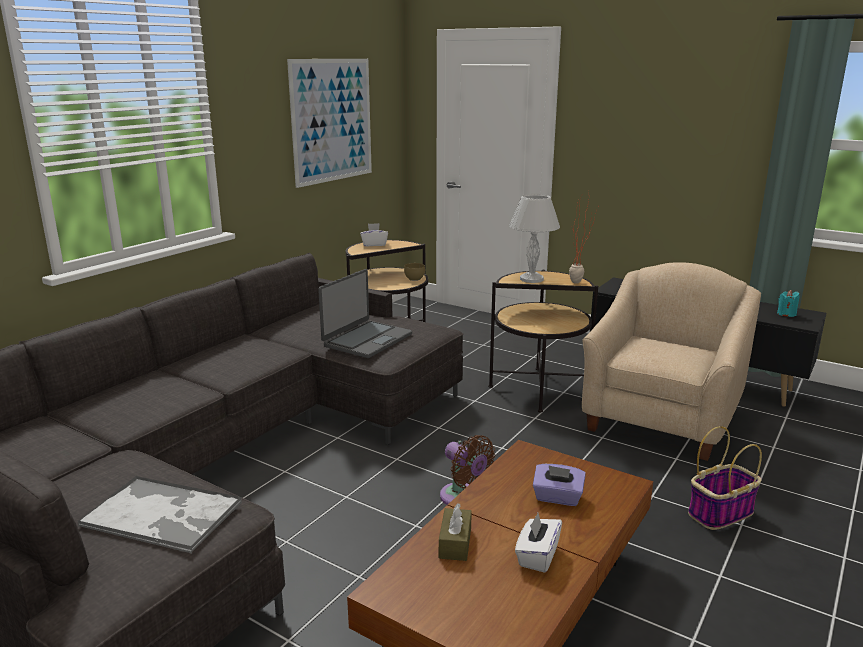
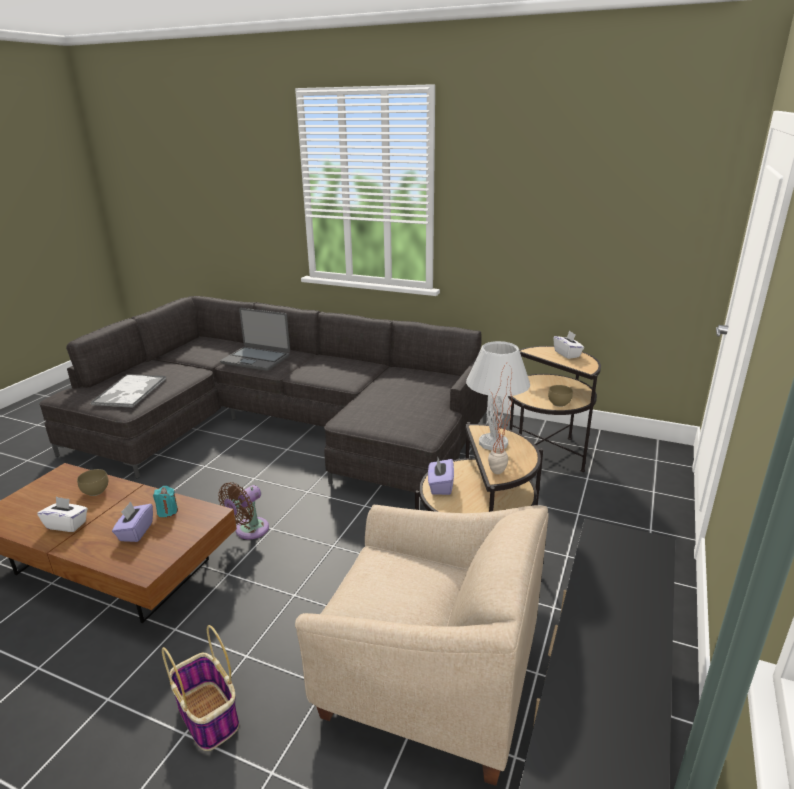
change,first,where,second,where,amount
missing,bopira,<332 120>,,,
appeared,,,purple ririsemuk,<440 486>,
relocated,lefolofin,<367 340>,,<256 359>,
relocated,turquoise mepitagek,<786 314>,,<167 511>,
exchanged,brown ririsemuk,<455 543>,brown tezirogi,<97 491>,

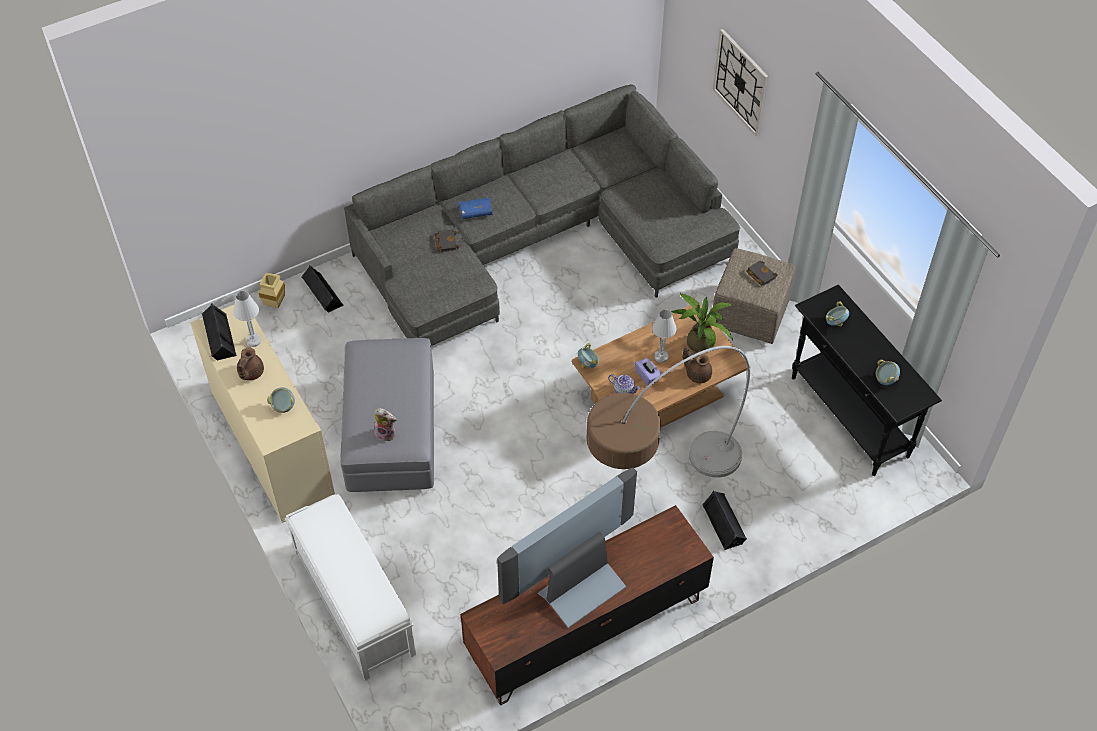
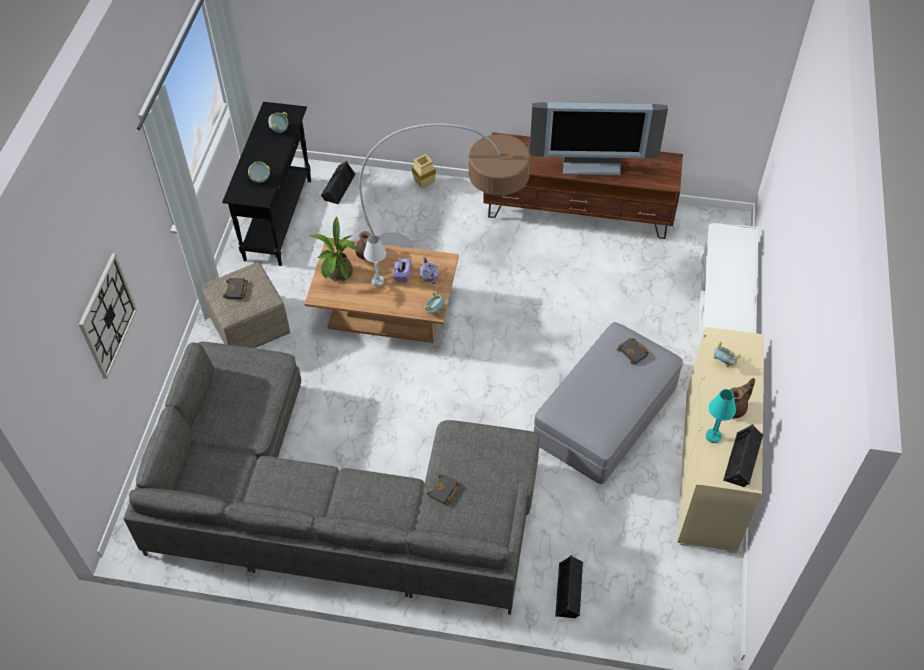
change,first,where,second,where,amount
missing,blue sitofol,<475 212>,,,
relocated,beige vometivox,<275 303>,,<423 185>,
relocated,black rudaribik,<724 523>,,<338 186>,
exchanged,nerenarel,<386 433>,black sitofol,<633 352>,
colour,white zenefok,<254 341>,turquoise zenefok,<713 436>,

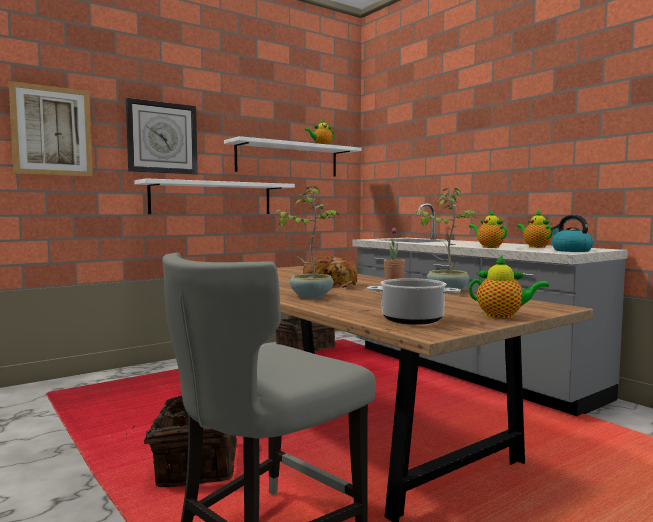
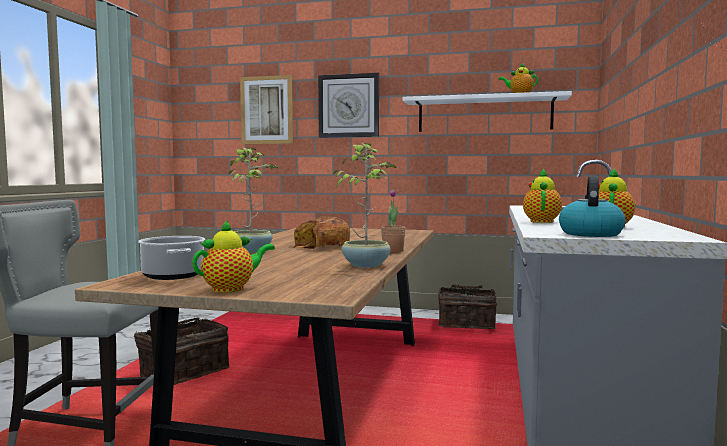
change,first,where,second,where,amount
missing,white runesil,<212 198>,,,
spun,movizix,<503 316>,,<232 289>,105 degrees counterclockwise

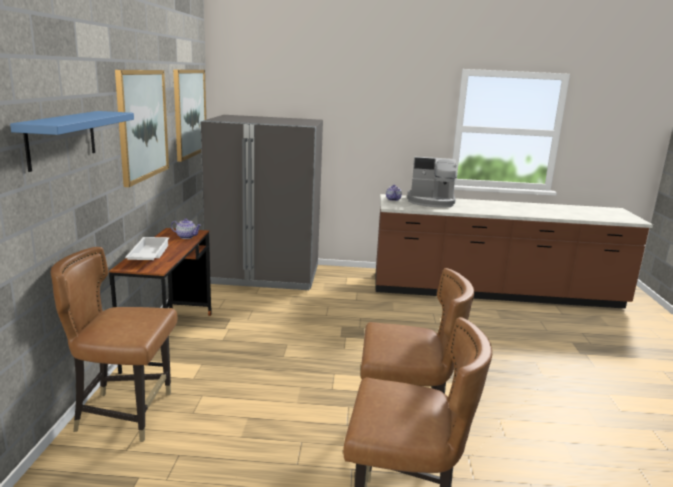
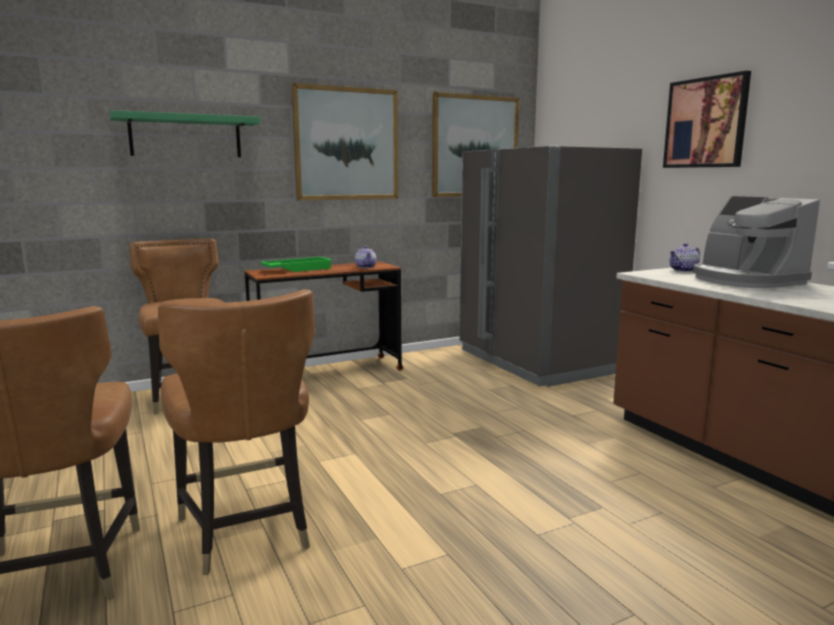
change,first,where,second,where,amount
appeared,,,bopira,<705 123>,
colour,blue runesil,<62 139>,green runesil,<186 136>,
colour,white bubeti,<148 255>,green bubeti,<297 269>,

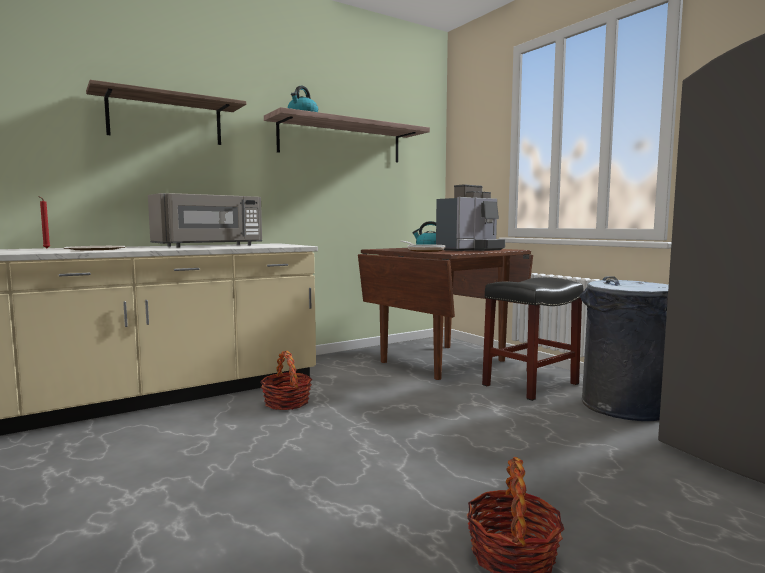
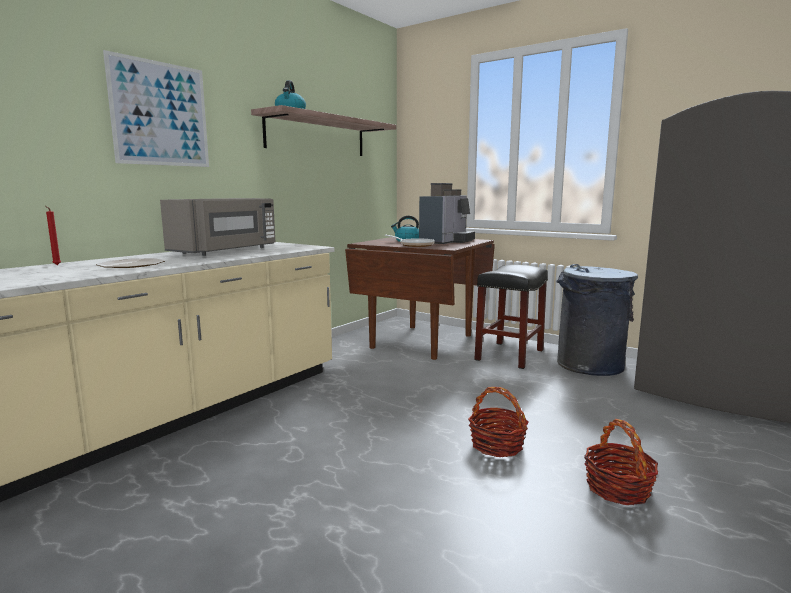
change,first,where,second,where,amount
relocated,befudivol,<287 403>,,<497 445>,
exchanged,runesil,<166 120>,bopira,<160 114>,

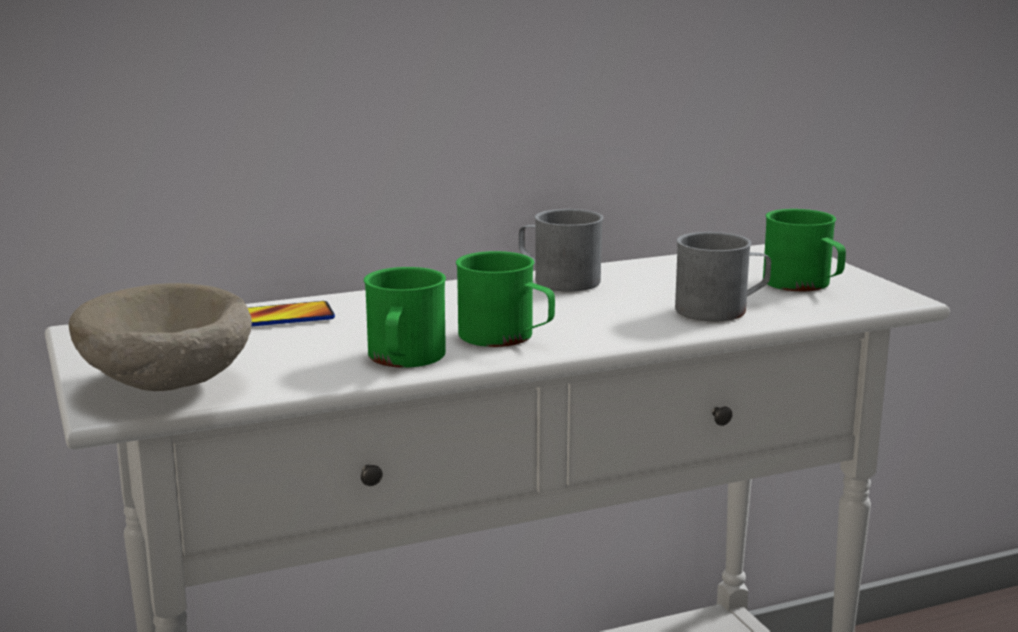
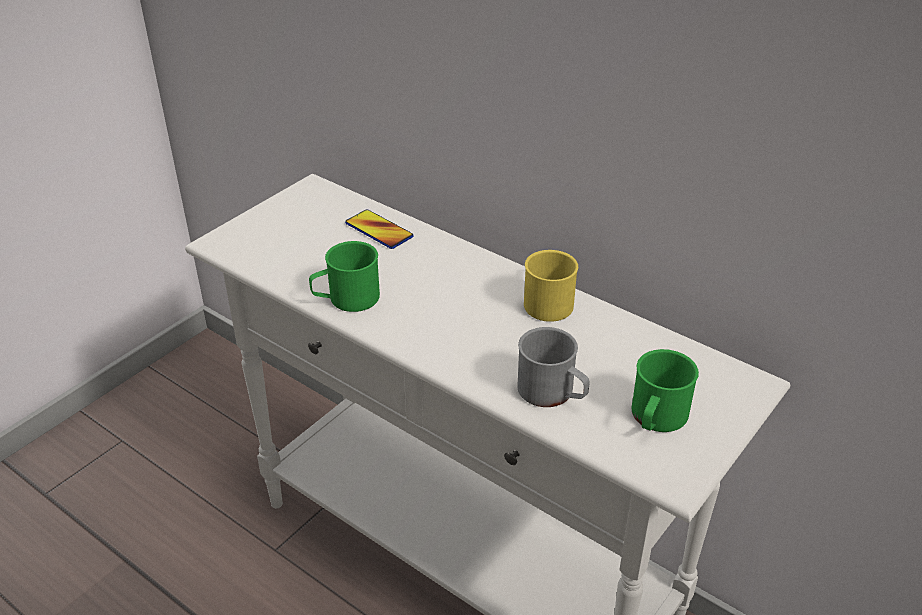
change,first,where,second,where,amount
missing,beige tezirogi,<165 387>,,,
missing,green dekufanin,<506 337>,,,
colour,grey dekufanin,<558 280>,yellow dekufanin,<549 301>,

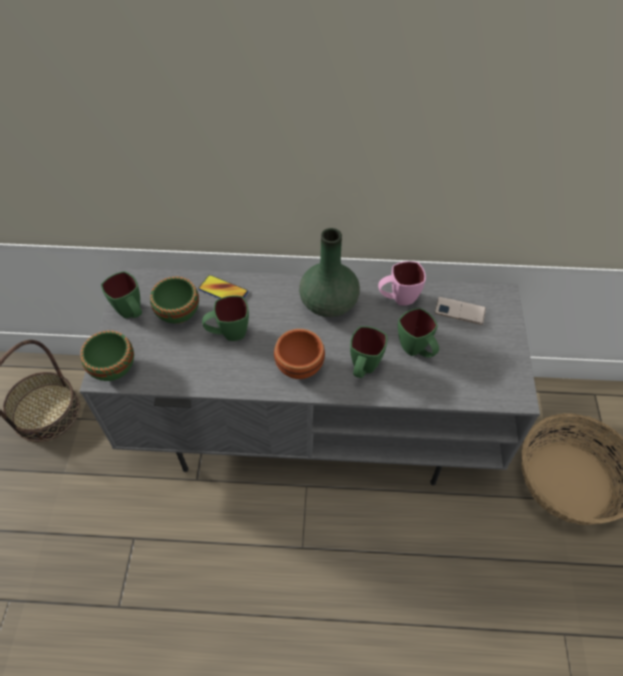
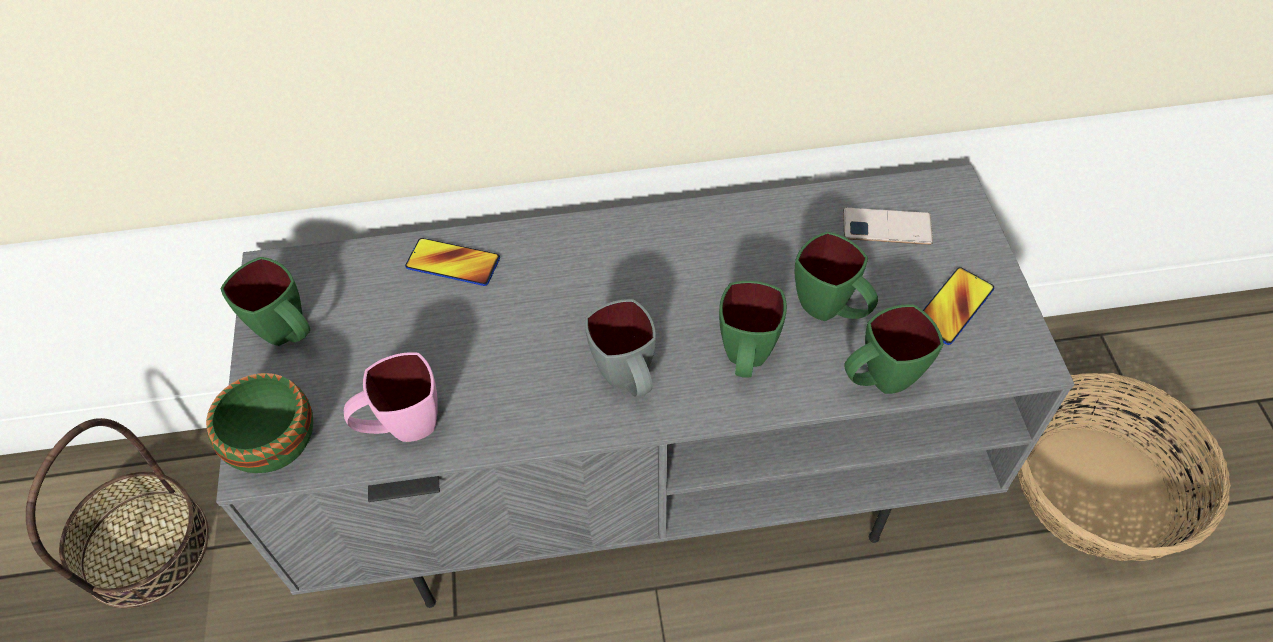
change,first,where,second,where,amount
missing,green tezirogi,<178 315>,,,
missing,green vometivox,<329 303>,,,
appeared,,,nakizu,<953 307>,
relocated,green dekufanin,<228 334>,,<879 381>,
relocated,pink dekufanin,<397 299>,,<402 428>,
exchanged,brown tezirogi,<298 368>,grey dekufanin,<627 381>,

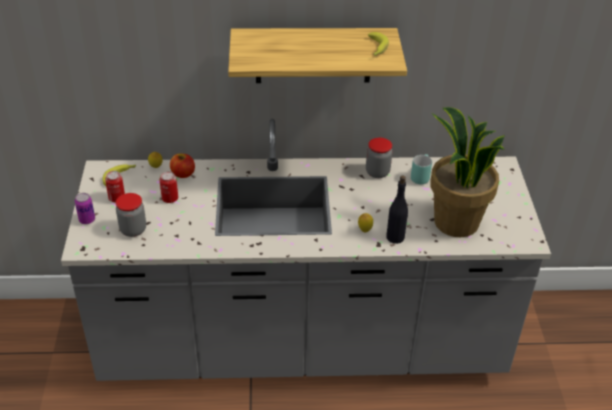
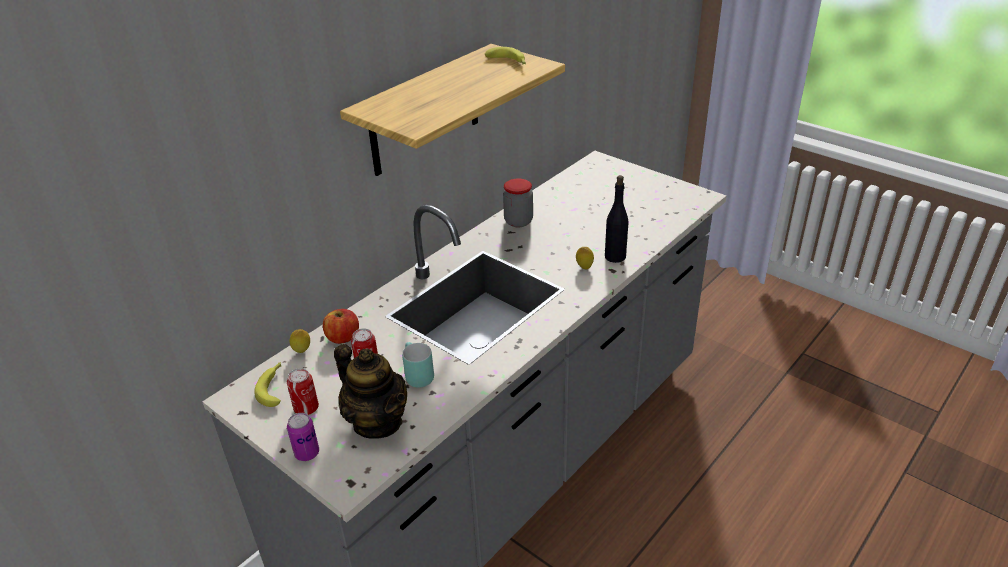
change,first,where,second,where,amount
missing,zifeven,<455 222>,,,
relocated,turquoise dekufanin,<419 176>,,<415 375>,
exchanged,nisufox,<133 230>,movizix,<377 422>,

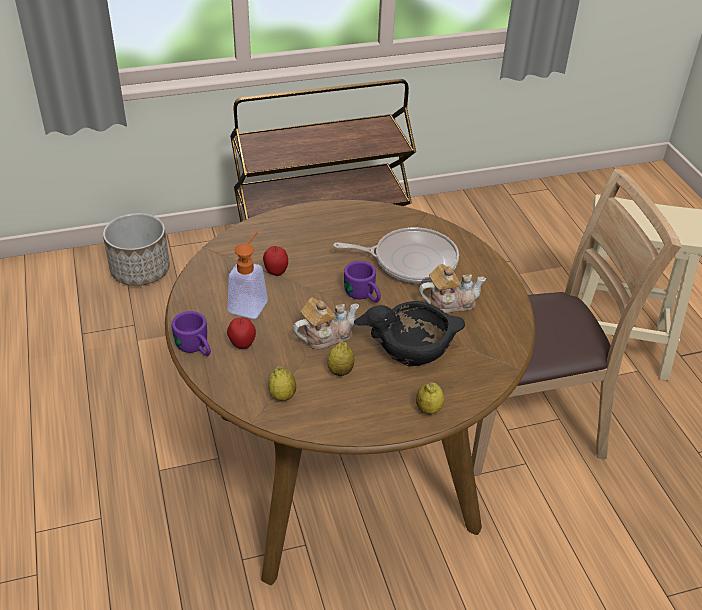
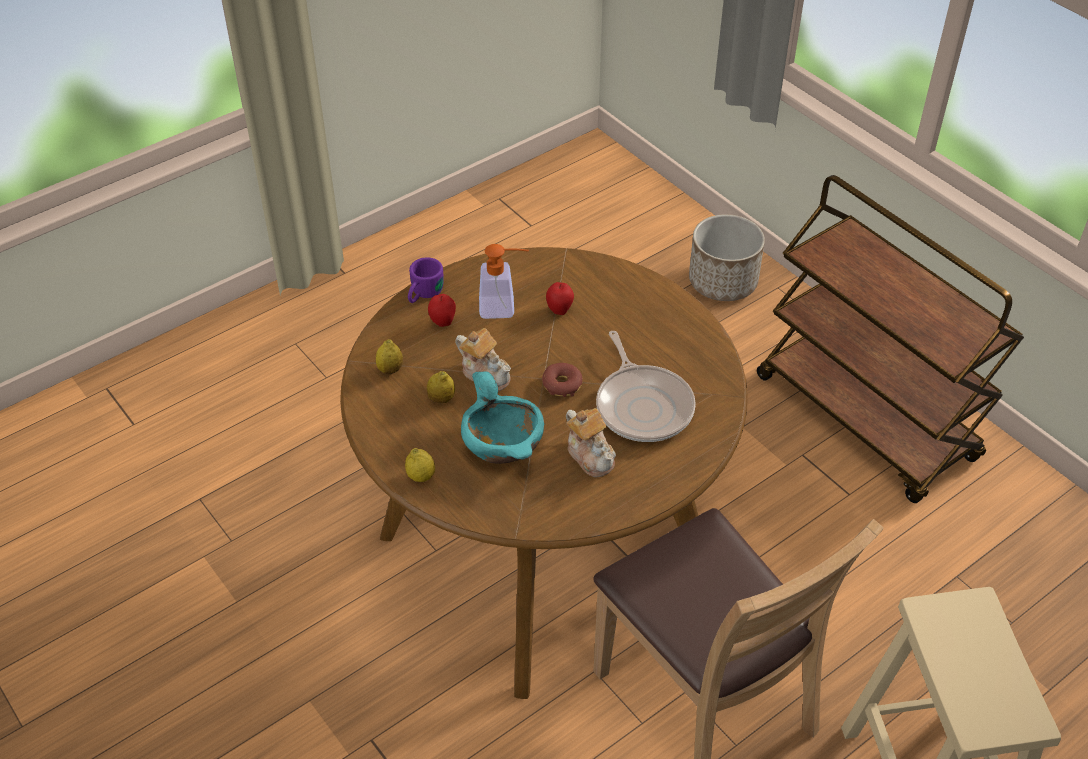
change,first,where,second,where,amount
exchanged,purple dekufanin,<364 296>,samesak,<562 384>,
colour,black tezirogi,<413 348>,turquoise tezirogi,<503 443>,

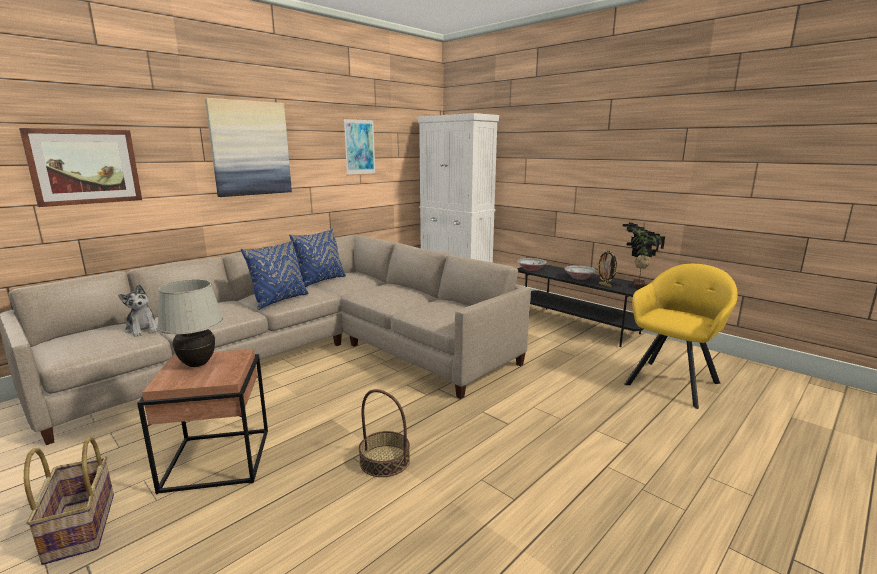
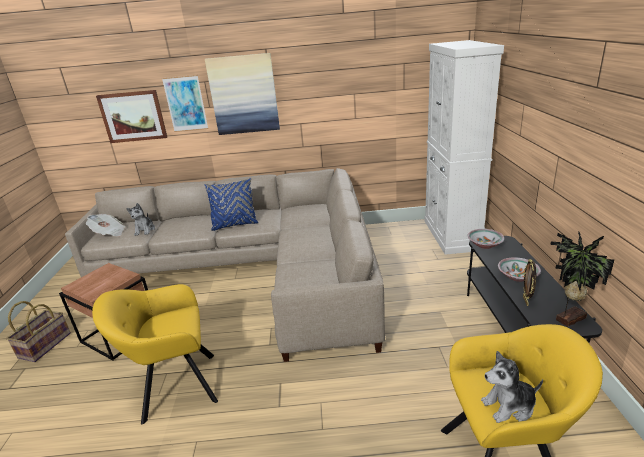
change,first,where,second,where,amount
missing,white zenefok,<197 364>,,,
missing,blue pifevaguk,<321 281>,,,
appeared,,,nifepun,<109 233>,
appeared,,,nerenarel,<509 406>,
relocated,bopira,<359 147>,,<185 104>,
exchanged,befudivol,<384 461>,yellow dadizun,<175 387>,

